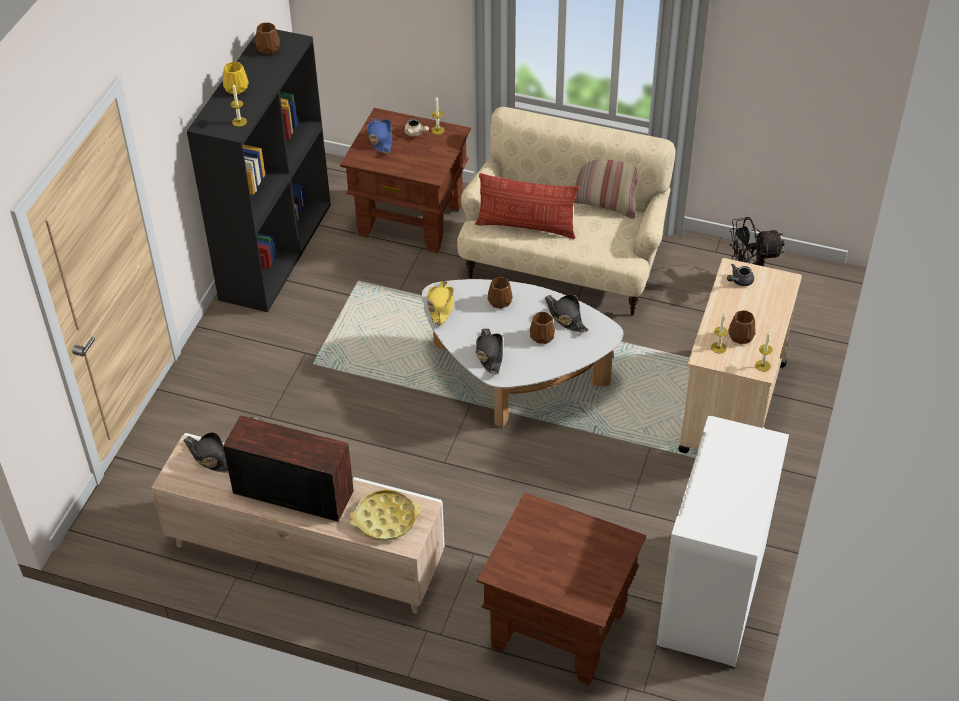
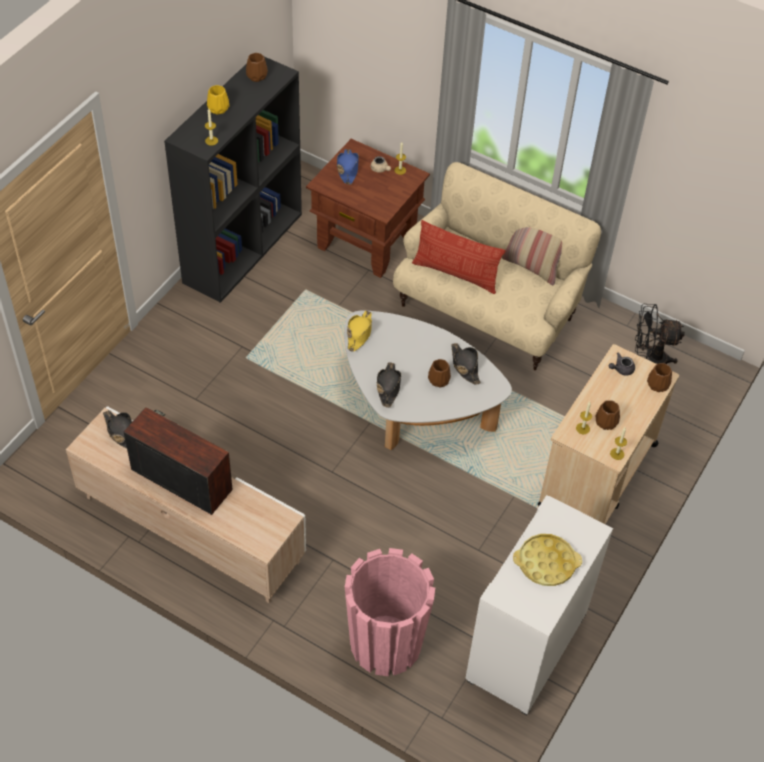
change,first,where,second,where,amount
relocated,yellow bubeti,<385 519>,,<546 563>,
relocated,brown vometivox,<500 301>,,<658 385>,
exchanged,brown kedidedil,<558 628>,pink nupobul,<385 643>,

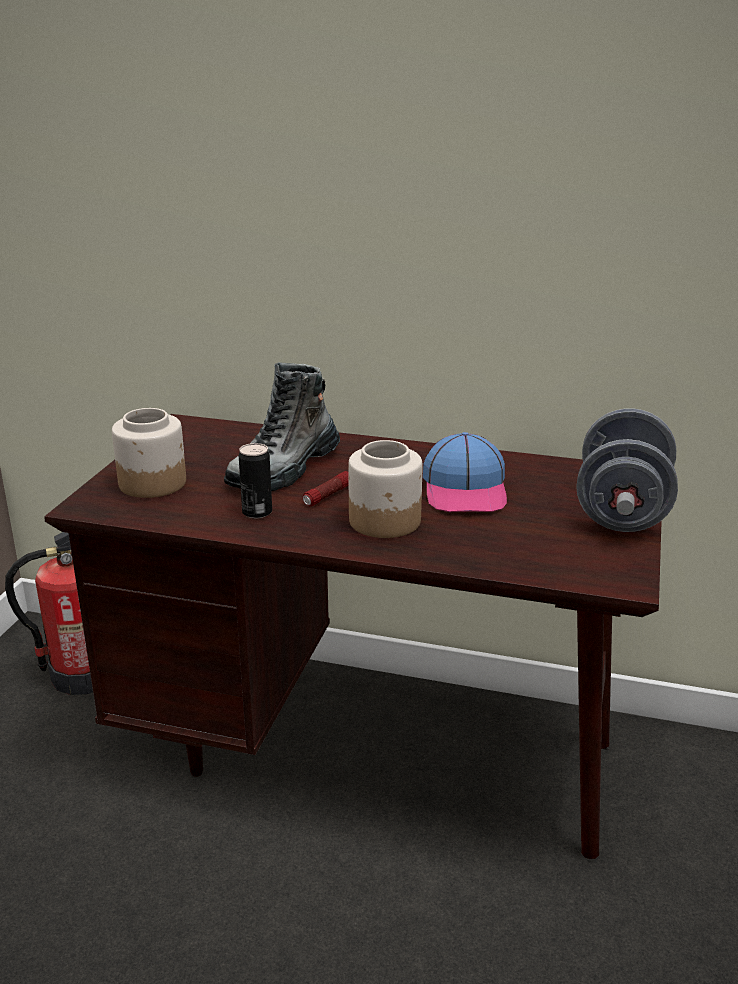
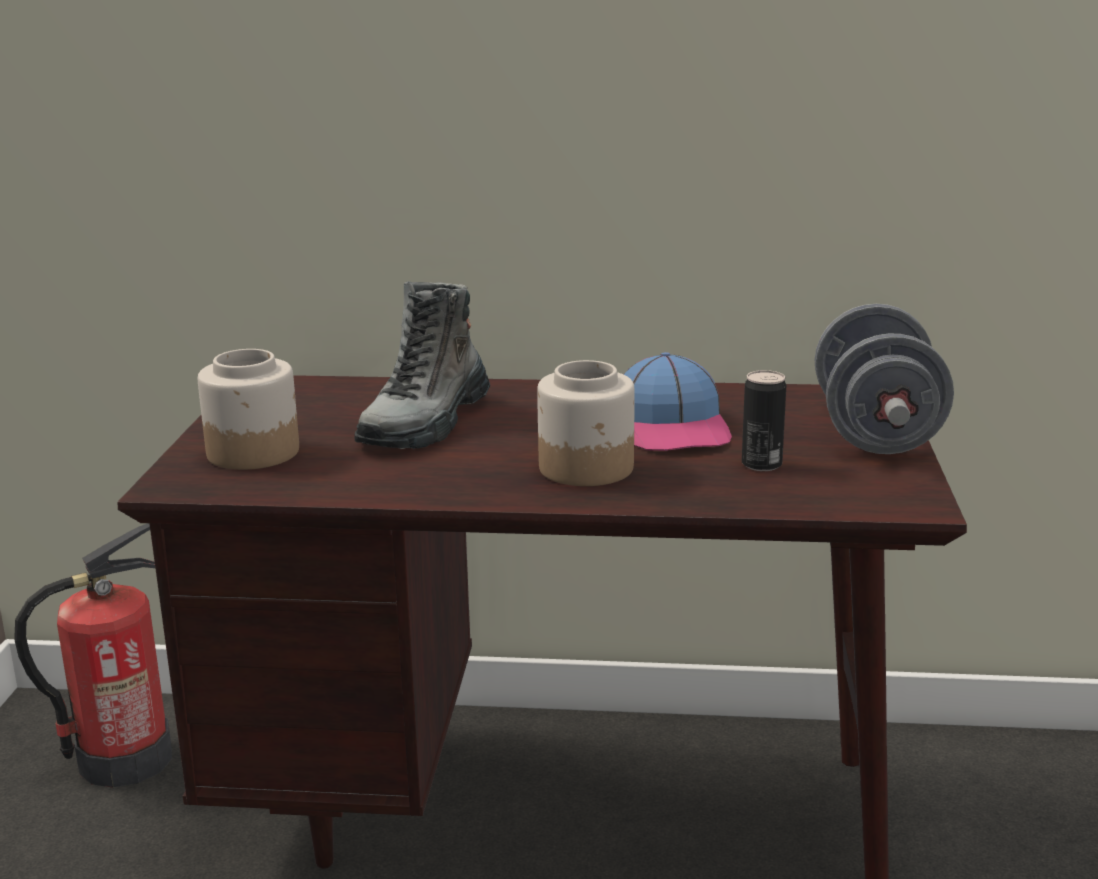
change,first,where,second,where,amount
missing,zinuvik,<327 496>,,,
relocated,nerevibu,<257 512>,,<761 464>,

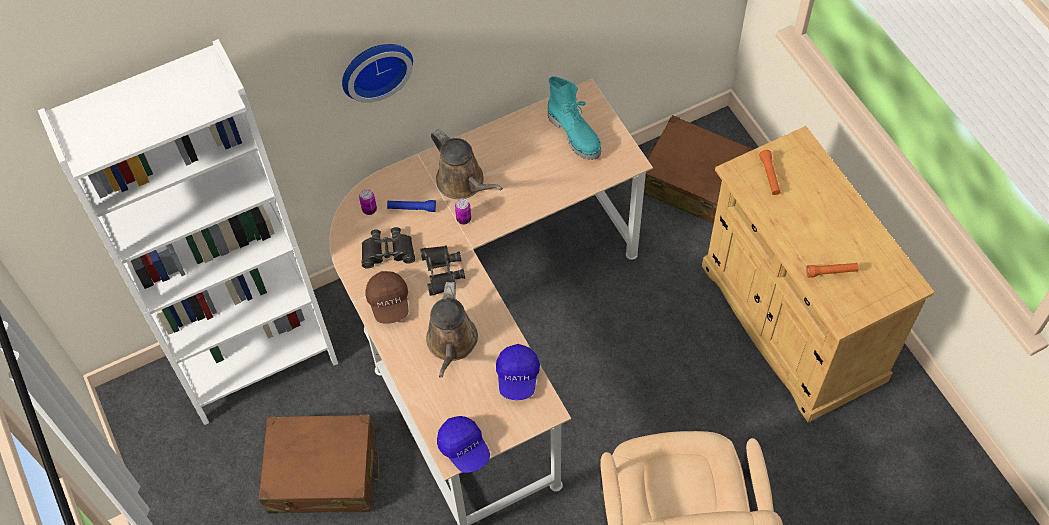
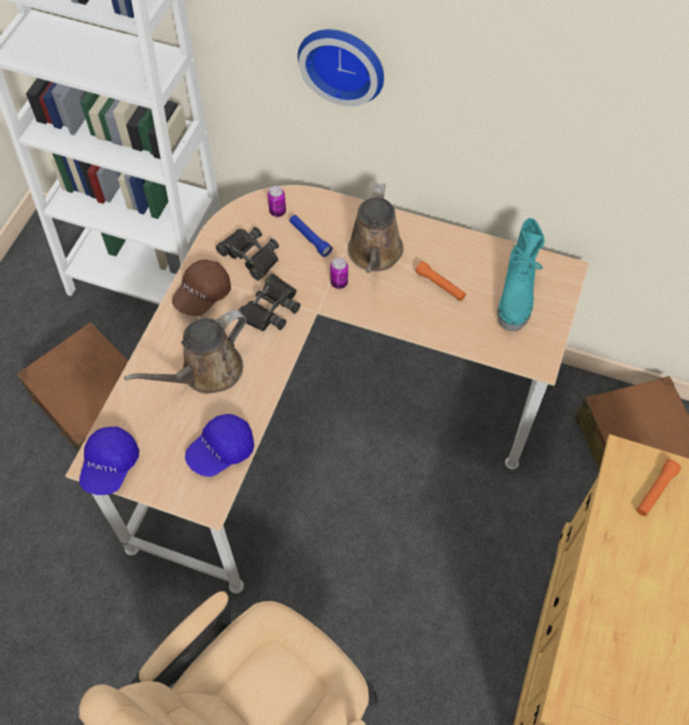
change,first,where,second,where,amount
relocated,orange zinuvik,<831 272>,,<440 285>,

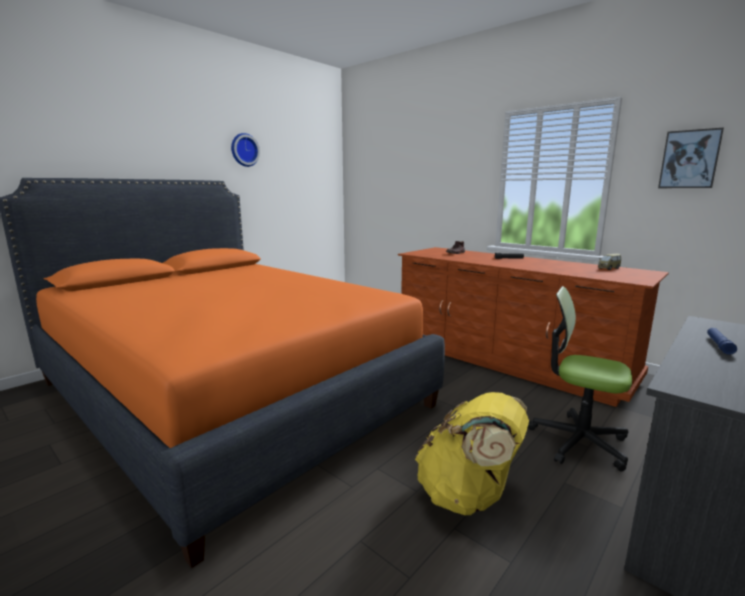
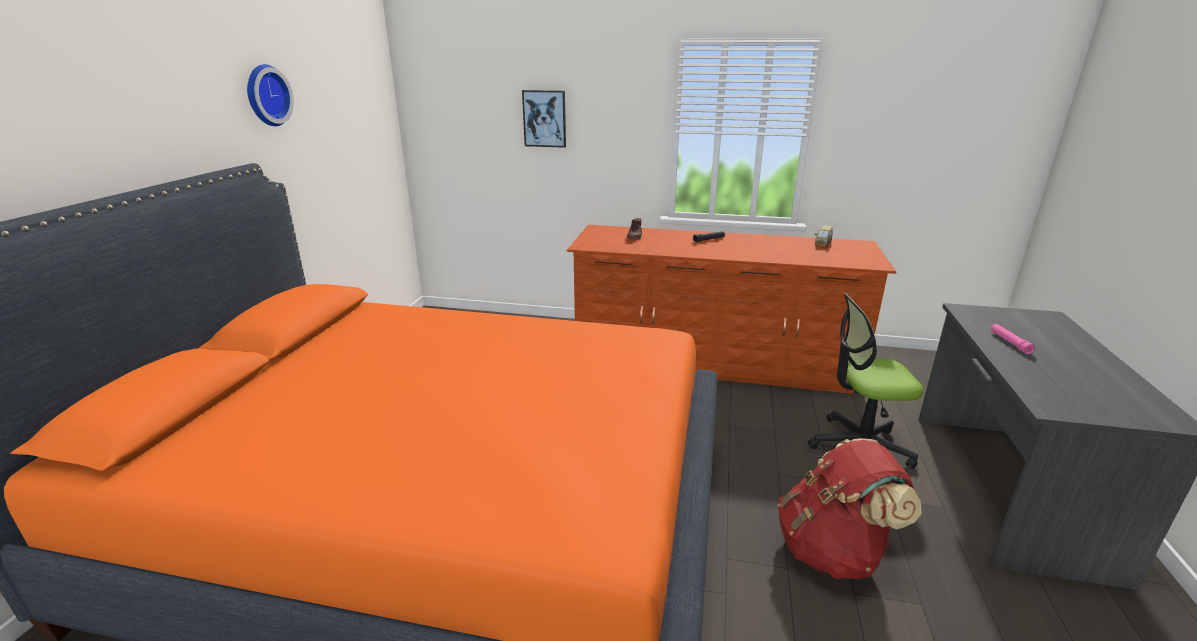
change,first,where,second,where,amount
relocated,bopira,<689 159>,,<544 118>,
colour,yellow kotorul,<468 495>,red kotorul,<832 551>,
colour,blue zinuvik,<719 345>,pink zinuvik,<1009 342>,

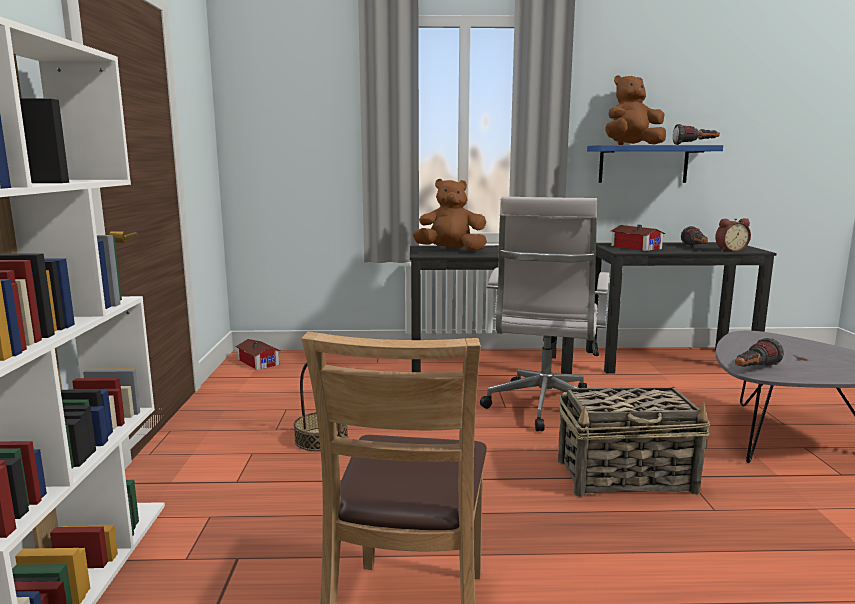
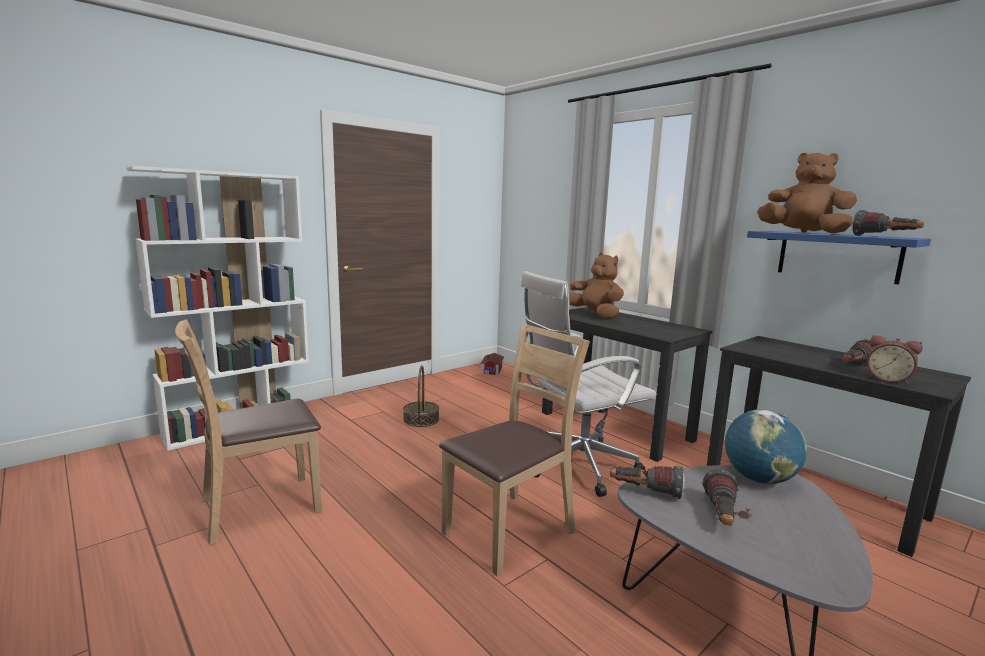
change,first,where,second,where,amount
missing,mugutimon,<635 247>,,,
appeared,,,zinuvik,<721 516>,
appeared,,,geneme,<759 479>,
exchanged,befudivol,<627 476>,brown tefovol,<509 531>,

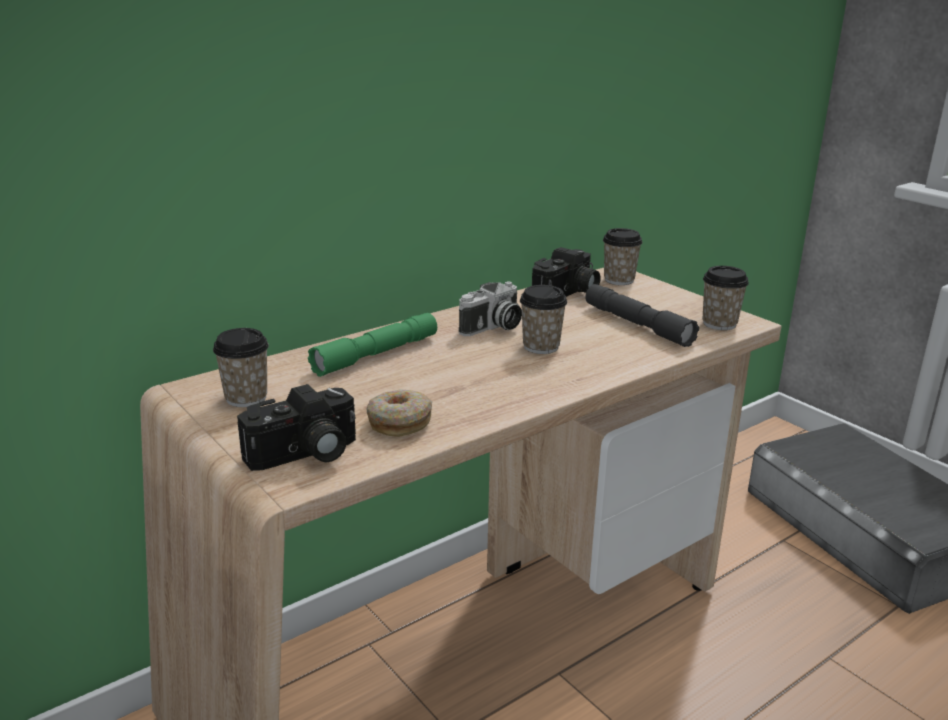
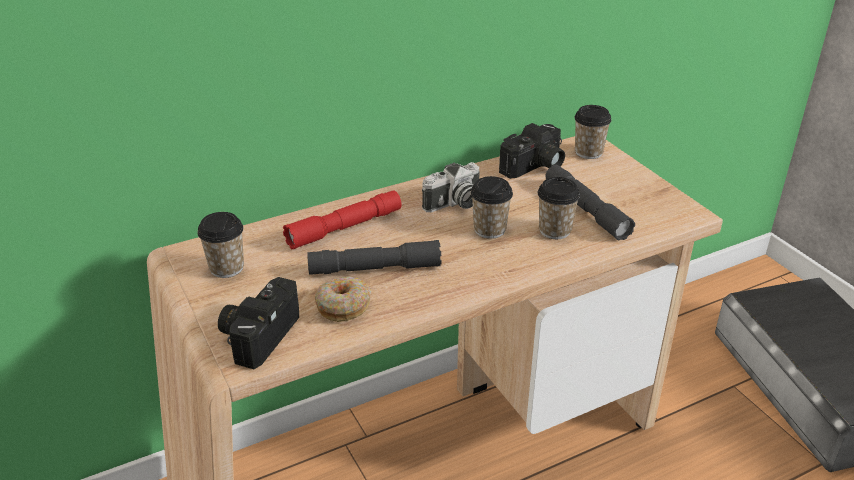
change,first,where,second,where,amount
appeared,,,grey zinuvik,<374 268>,
relocated,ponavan,<719 324>,,<554 230>,
colour,green zinuvik,<376 355>,red zinuvik,<344 228>,
spun,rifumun,<305 455>,,<258 334>,135 degrees clockwise

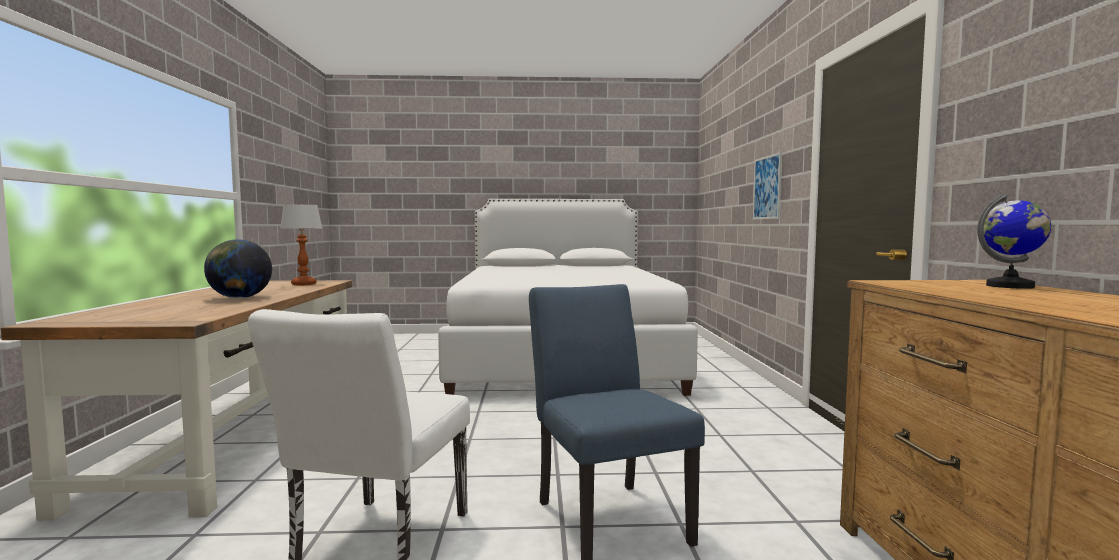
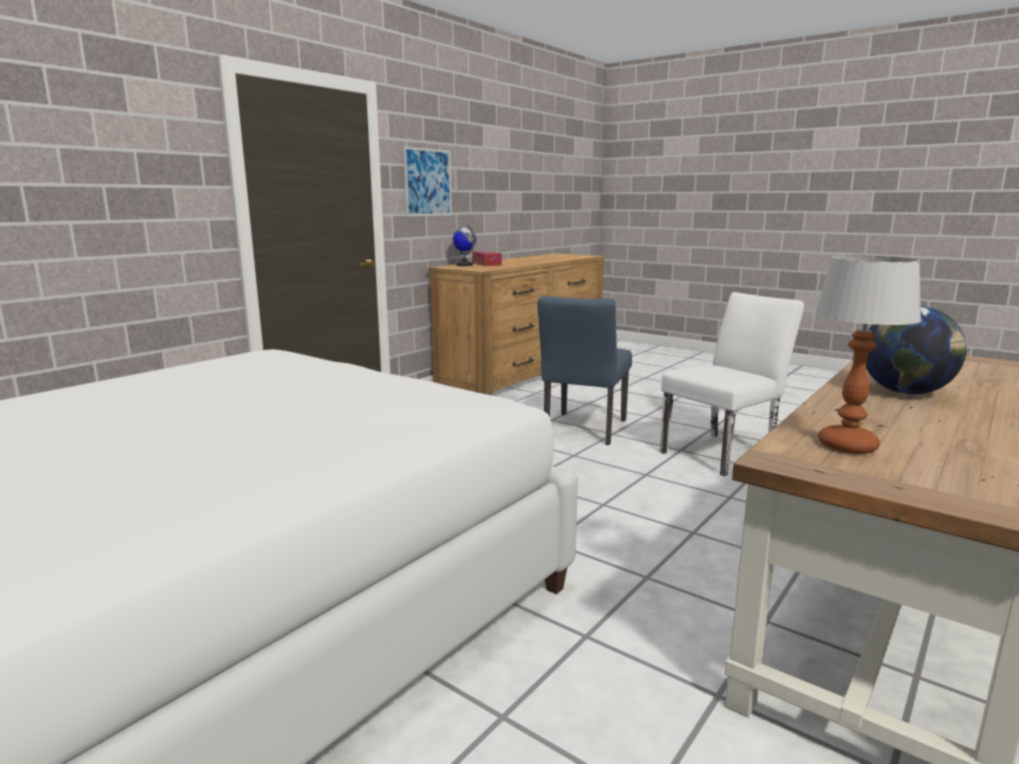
change,first,where,second,where,amount
appeared,,,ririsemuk,<486 264>,
relocated,bopira,<767 187>,,<428 182>,

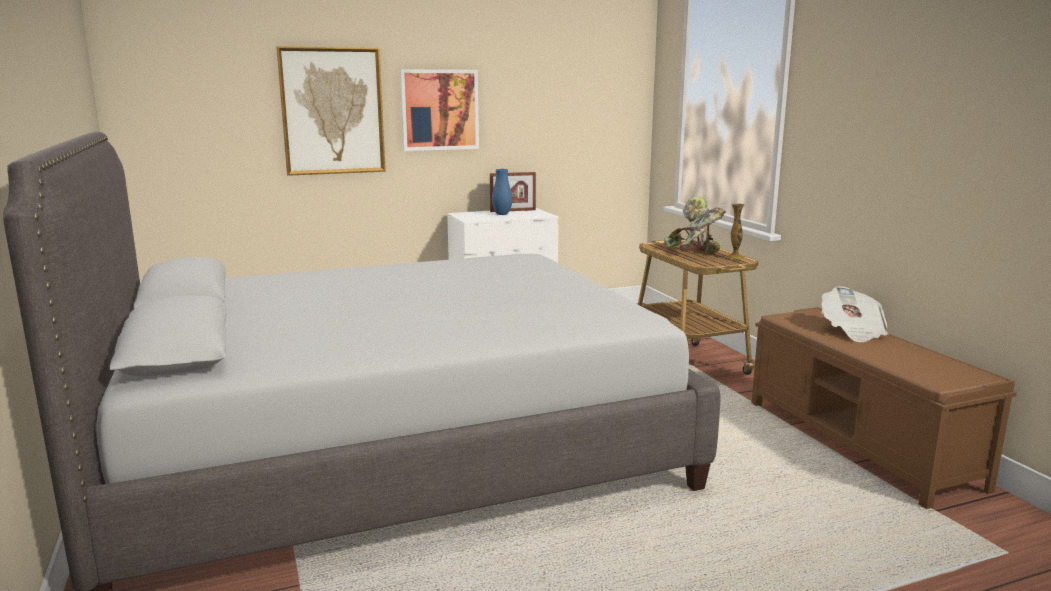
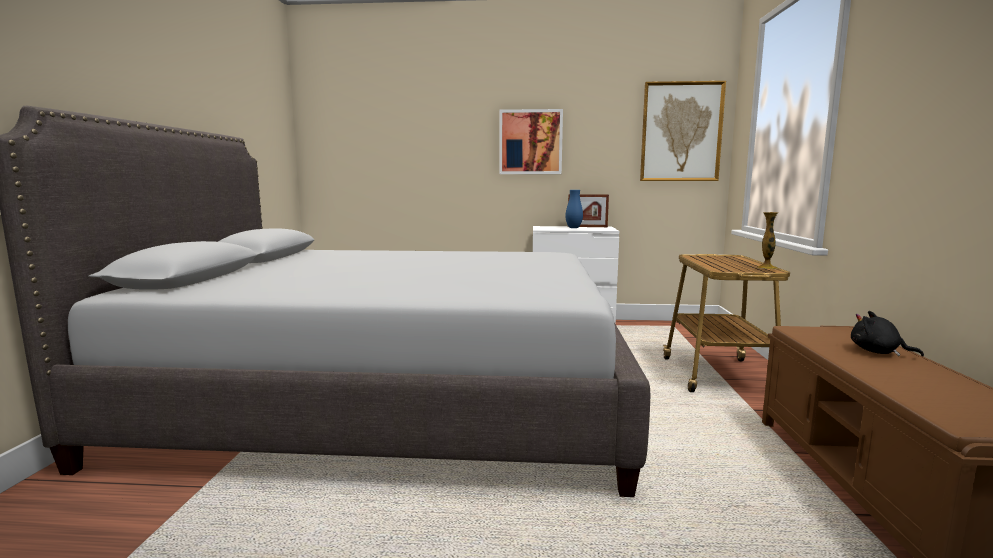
change,first,where,second,where,amount
missing,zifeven,<694 251>,,,
relocated,bopira,<332 111>,,<681 132>,
exchanged,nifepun,<852 331>,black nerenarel,<878 352>,

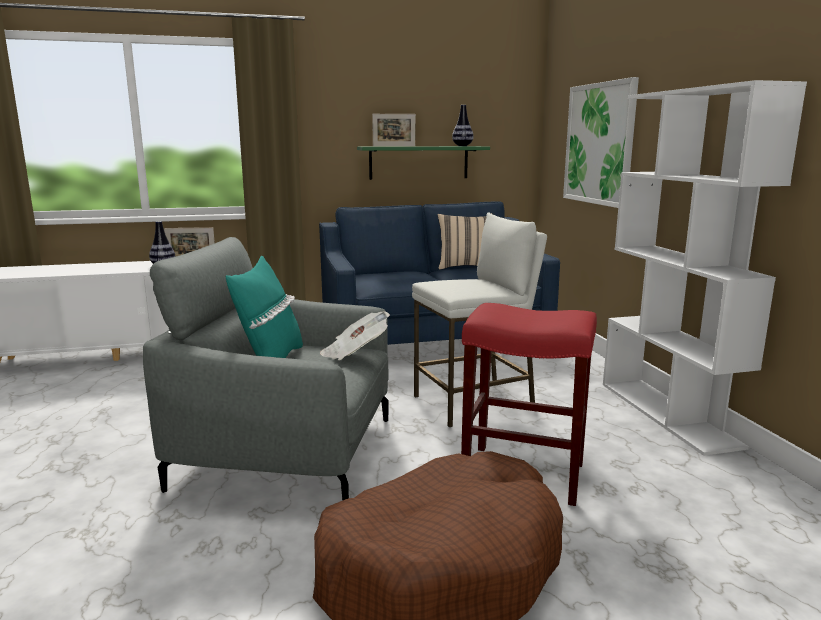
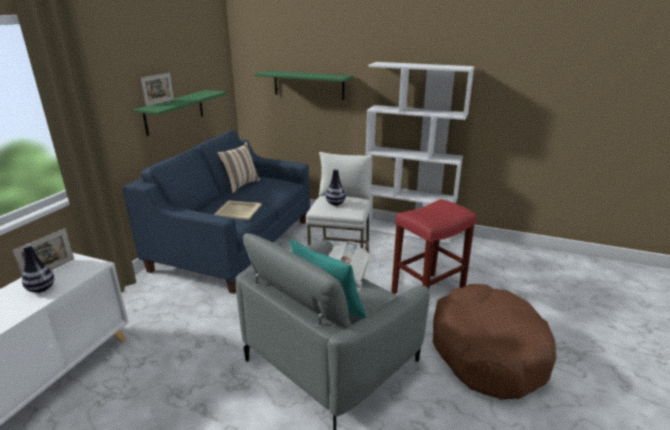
change,first,where,second,where,amount
appeared,,,beige bubeti,<238 210>,
relocated,vometivox,<462 146>,,<335 204>,
exchanged,bopira,<599 144>,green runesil,<308 85>,

